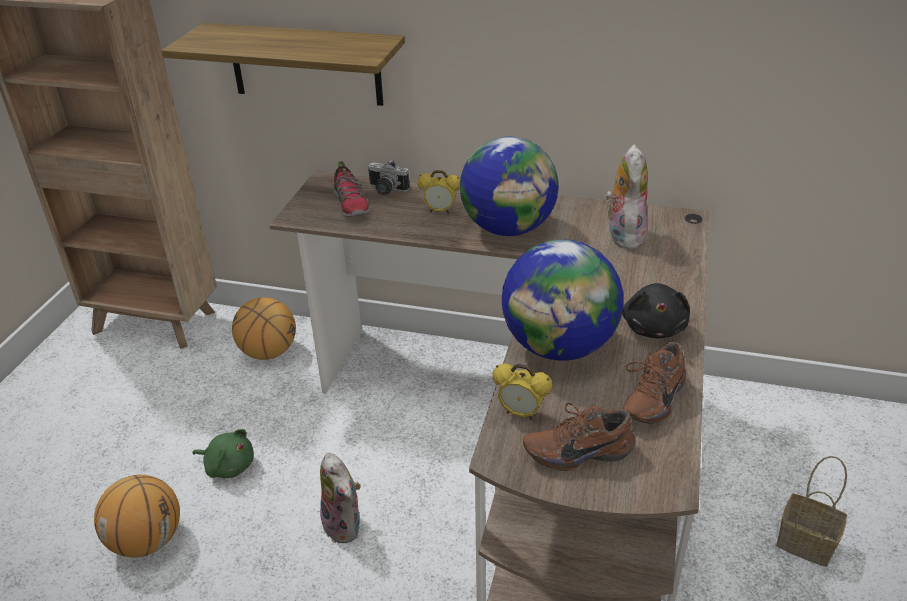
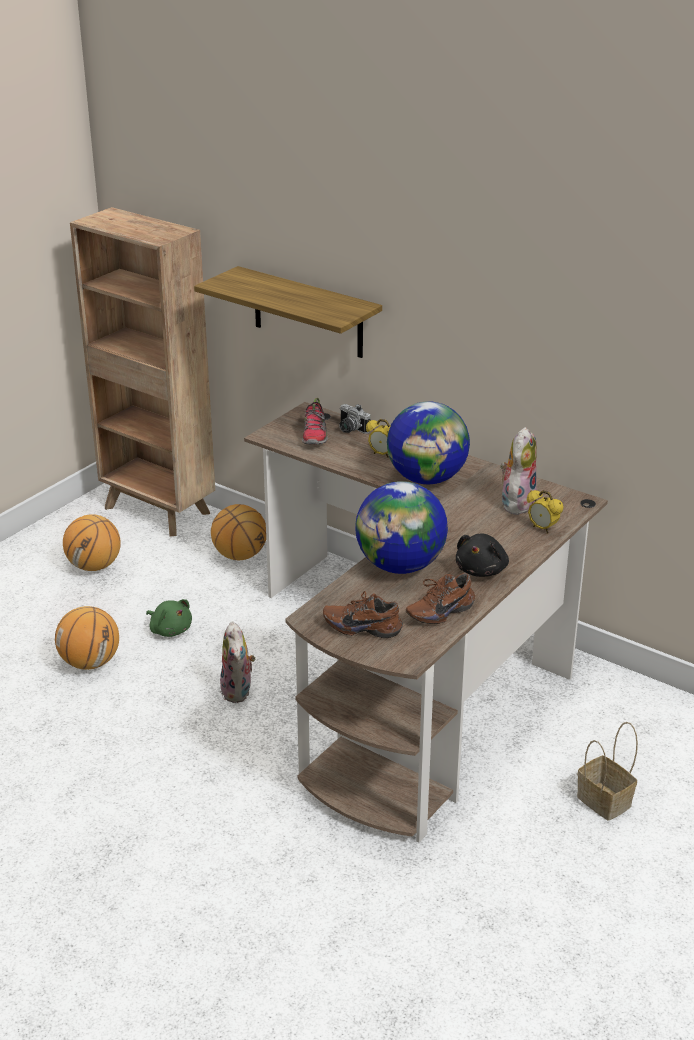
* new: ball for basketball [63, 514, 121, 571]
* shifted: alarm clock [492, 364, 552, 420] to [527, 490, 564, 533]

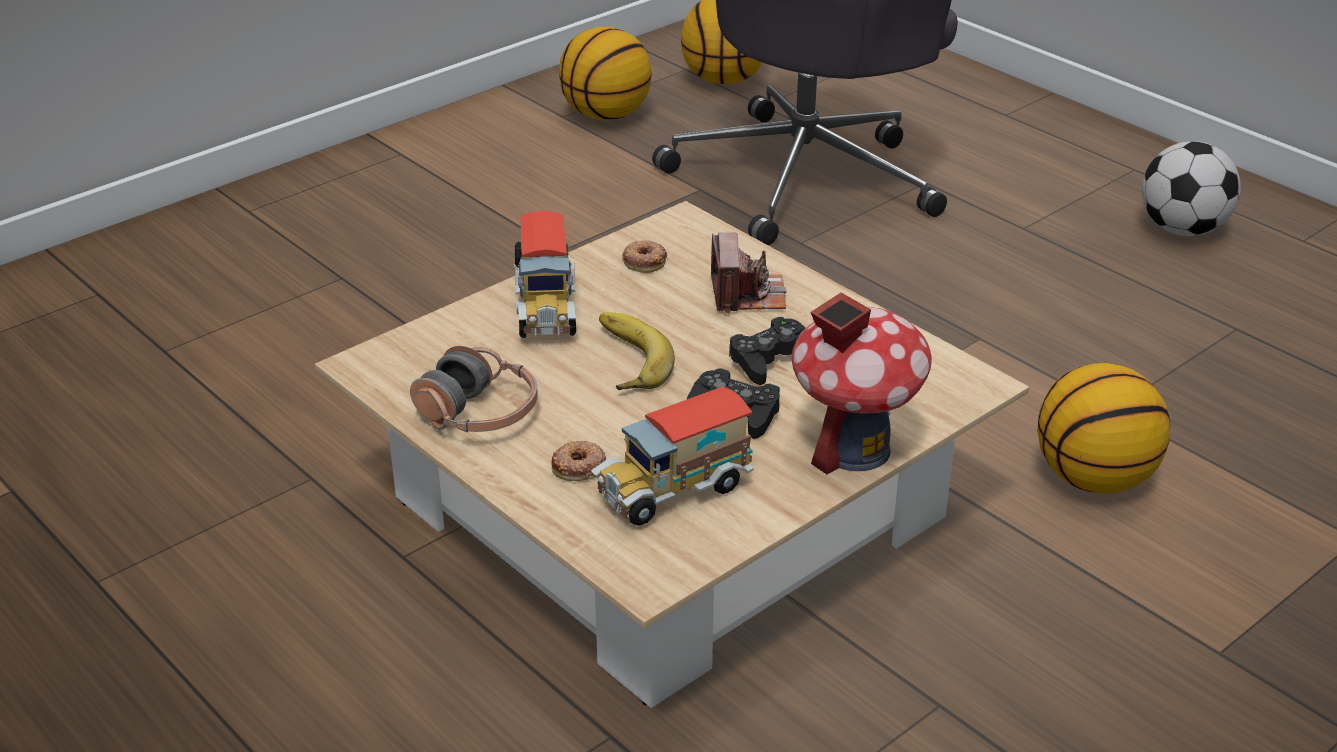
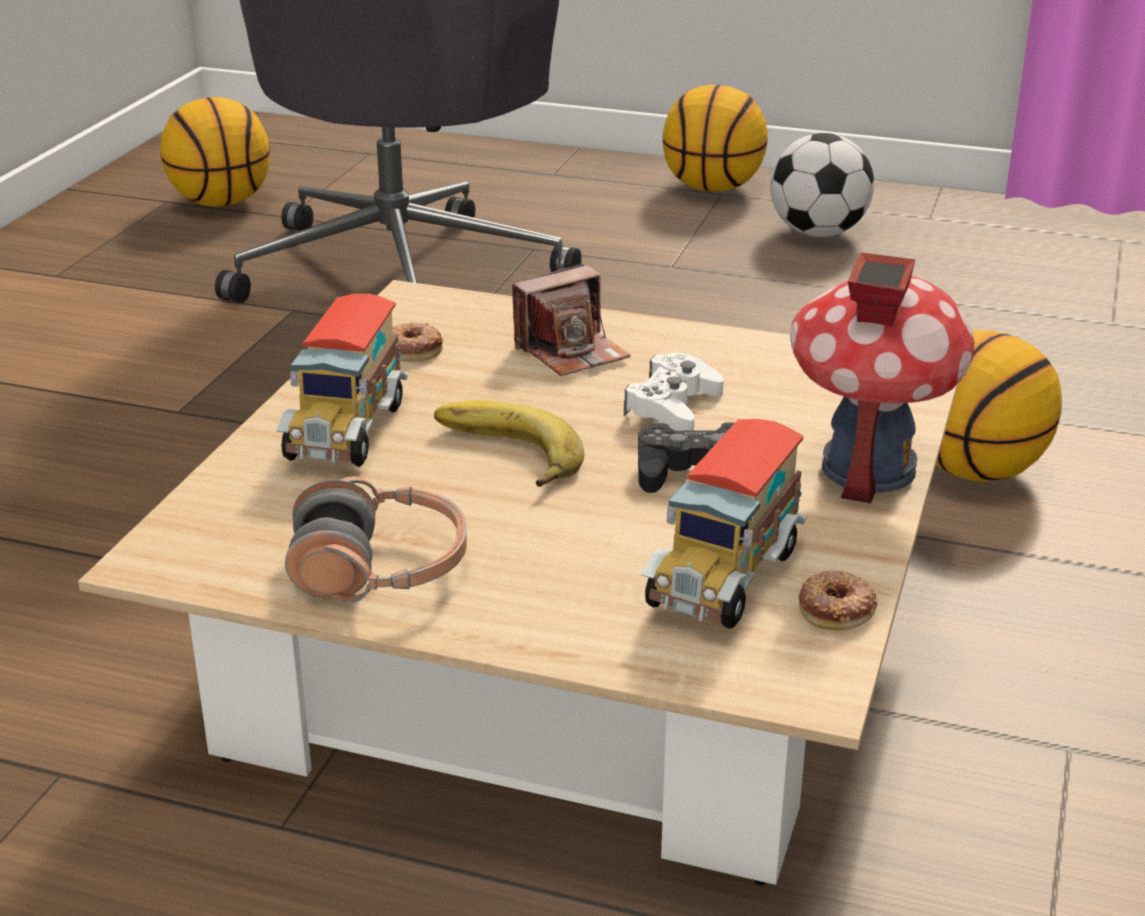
* rotated: model truck [514, 211, 576, 339] = [276, 294, 408, 467] 45 degrees clockwise
* rotated: still camera [711, 232, 786, 313] = [512, 264, 631, 376] 90 degrees clockwise
* repainted: game controller (blackish) [729, 317, 806, 385] to game controller (white) [624, 353, 724, 431]
* shifted: ball for basketball [559, 27, 652, 120] to [663, 85, 768, 191]
* shifted: doughnut [552, 441, 606, 481] to [799, 570, 878, 630]

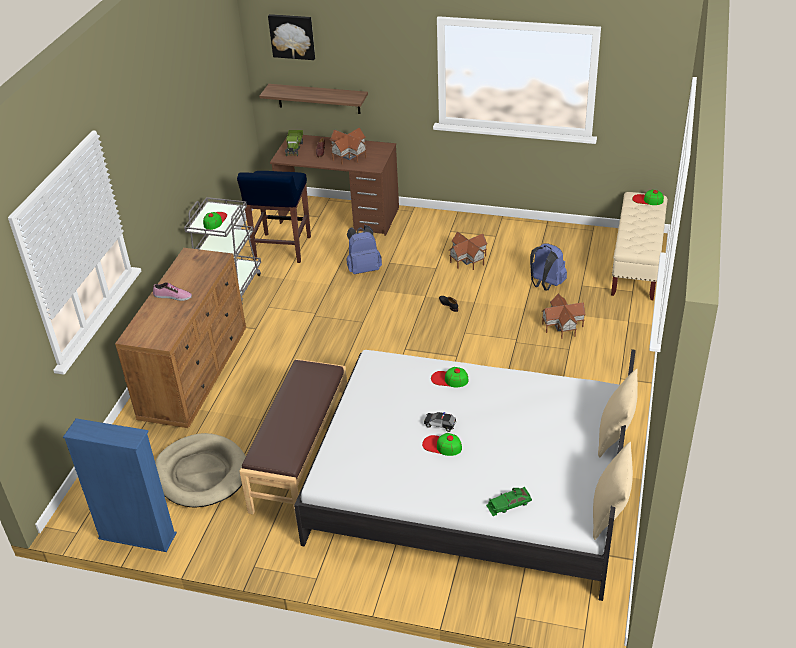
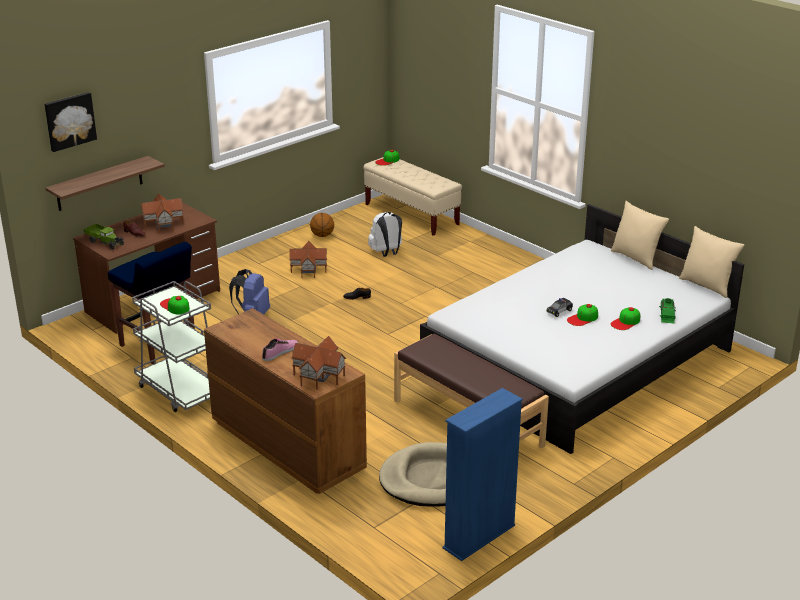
* shifted: miniature house [542, 294, 586, 339] to [291, 336, 346, 390]
* new: ball for basketball [310, 213, 334, 237]
* repainted: knapsack (bluish) [530, 243, 567, 290] to knapsack (white) [368, 212, 402, 257]
* shifted: cap [431, 367, 468, 387] to [611, 307, 640, 330]

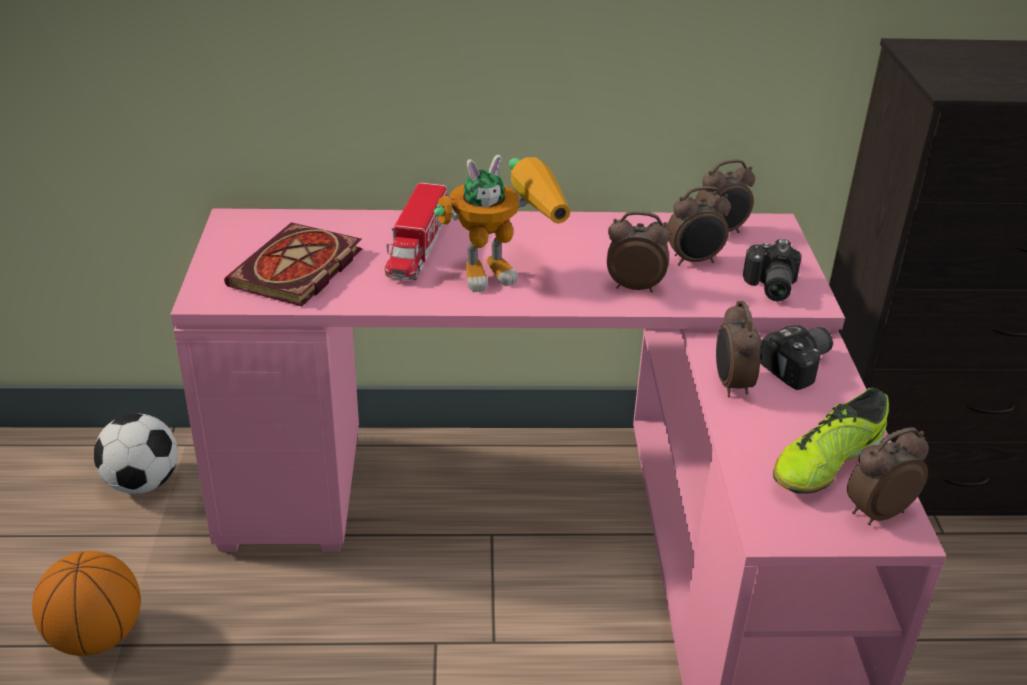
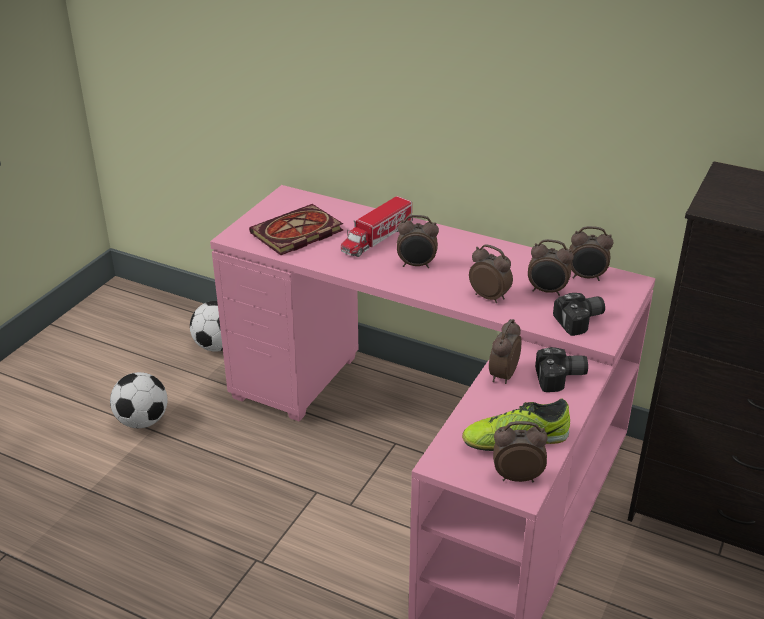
* swapped: ball for basketball [32, 551, 141, 656] to ball for football [110, 372, 168, 428]
* swapped: model robot [434, 155, 570, 292] to alarm clock [397, 215, 439, 268]
* rotated: still camera [743, 239, 801, 301] = [553, 293, 605, 336] 150 degrees counterclockwise

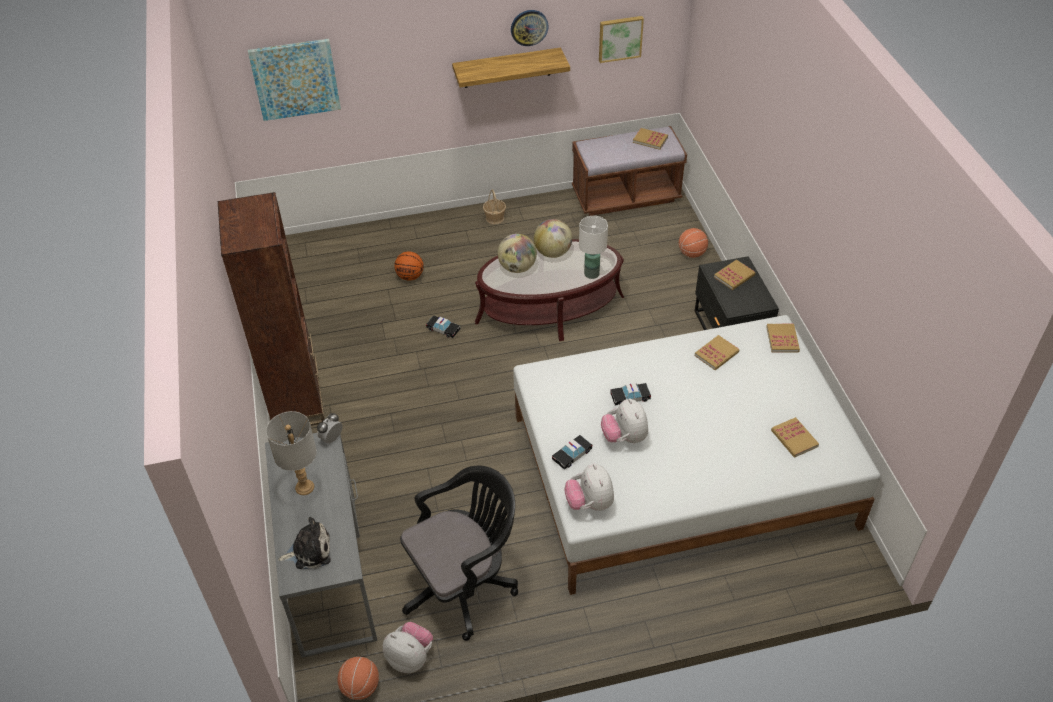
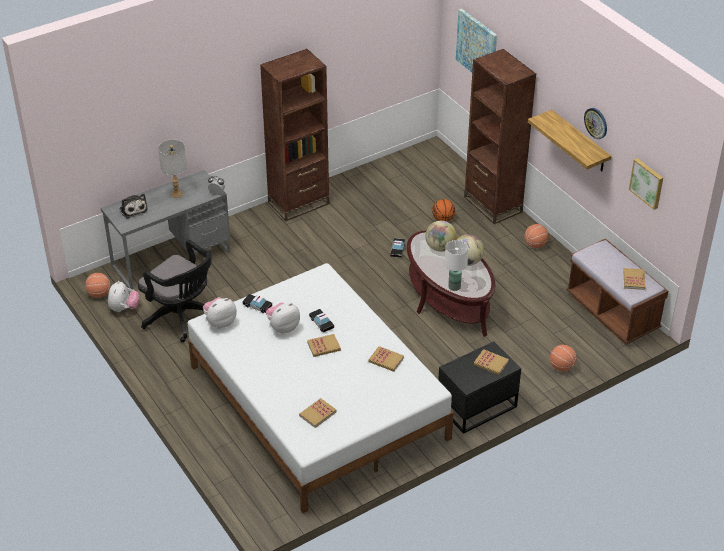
* shifted: book [766, 324, 800, 353] to [307, 334, 341, 357]
* new: bookshelf (brown) [464, 49, 536, 224]
* swapped: storage basket [483, 189, 506, 224] to ball for basketball [524, 224, 549, 248]

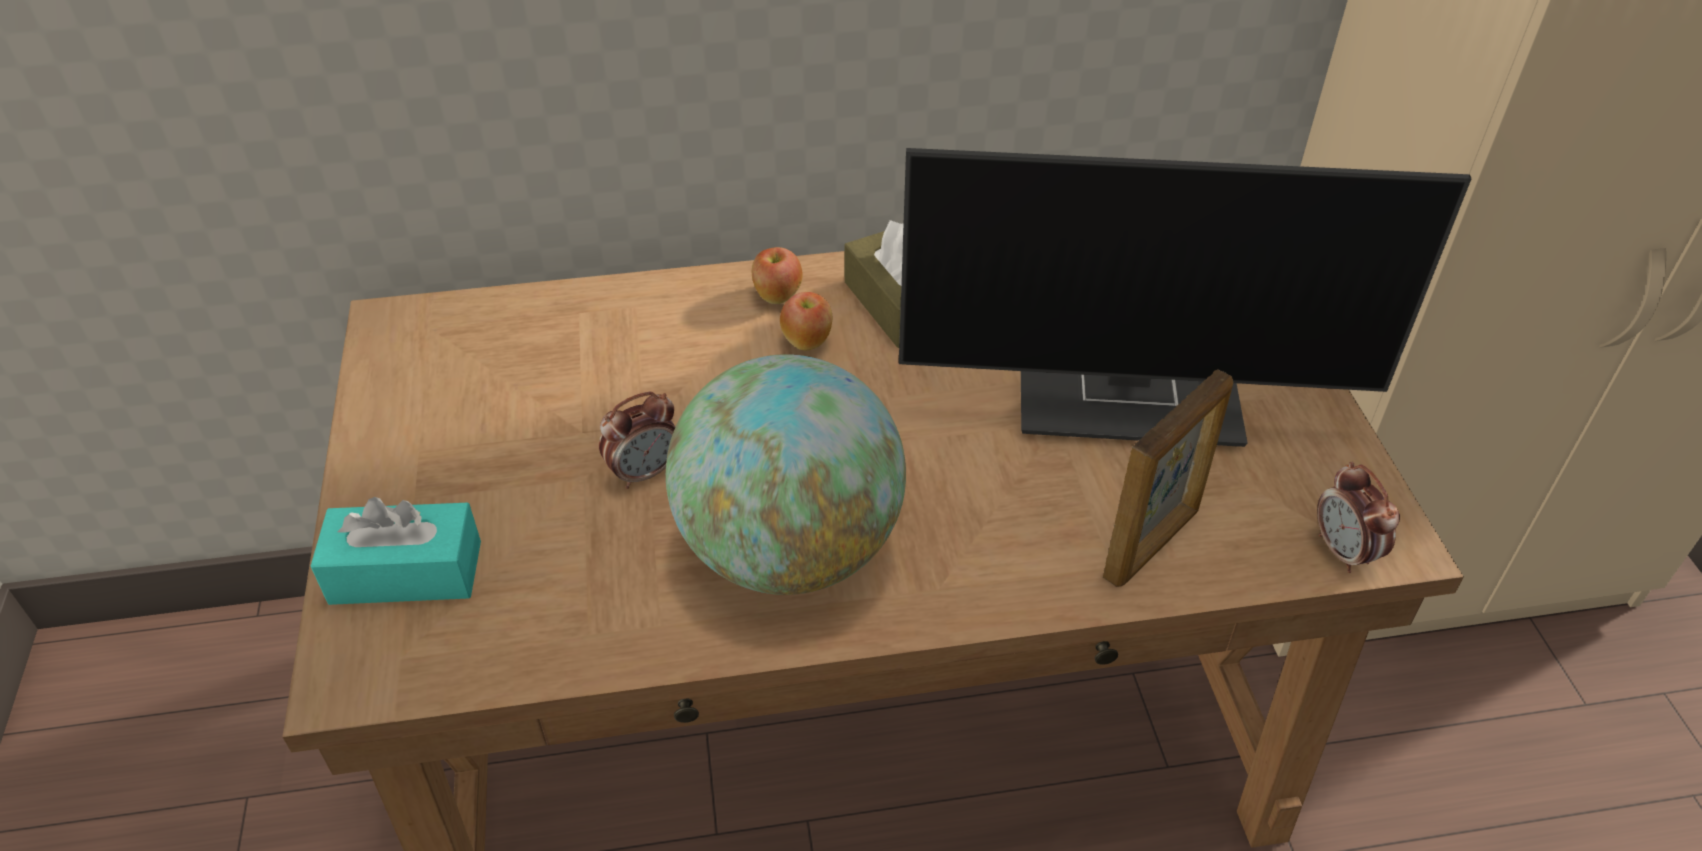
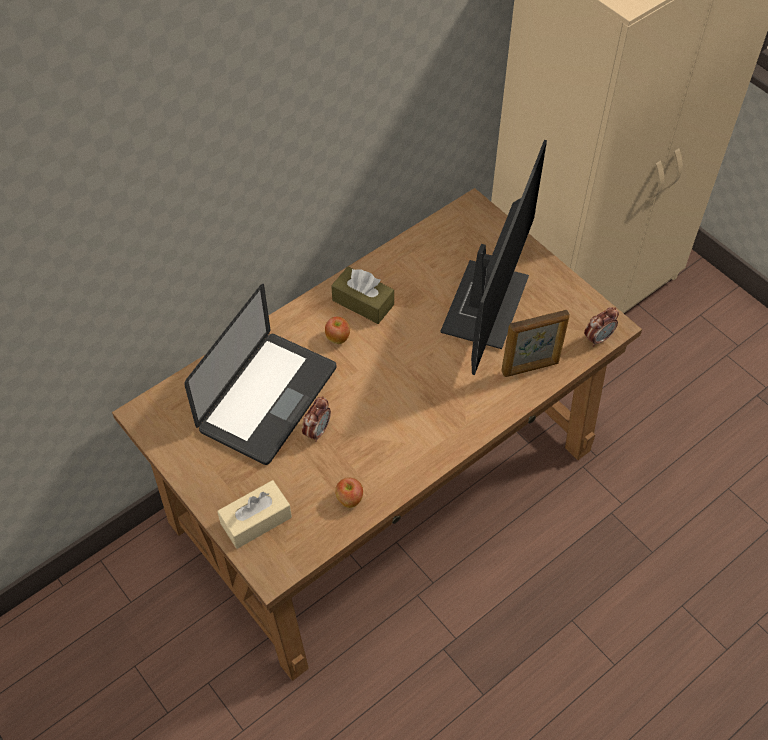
* new: notebook computer [184, 284, 336, 465]
* repainted: tissue box (turquoise-coloured) [311, 497, 481, 605] to tissue box (beige-coloured) [217, 480, 292, 549]
* shifted: whole apple [752, 247, 803, 304] to [335, 477, 363, 508]
* rotated: computer screen [899, 148, 1472, 447] = [440, 140, 547, 375] 45 degrees counterclockwise
* rotated: photo frame [1103, 370, 1233, 587] = [501, 310, 570, 377] 60 degrees clockwise
* rotated: alarm clock [1317, 462, 1400, 573] = [584, 307, 619, 347] 75 degrees counterclockwise
* gone: globe [666, 354, 906, 595]

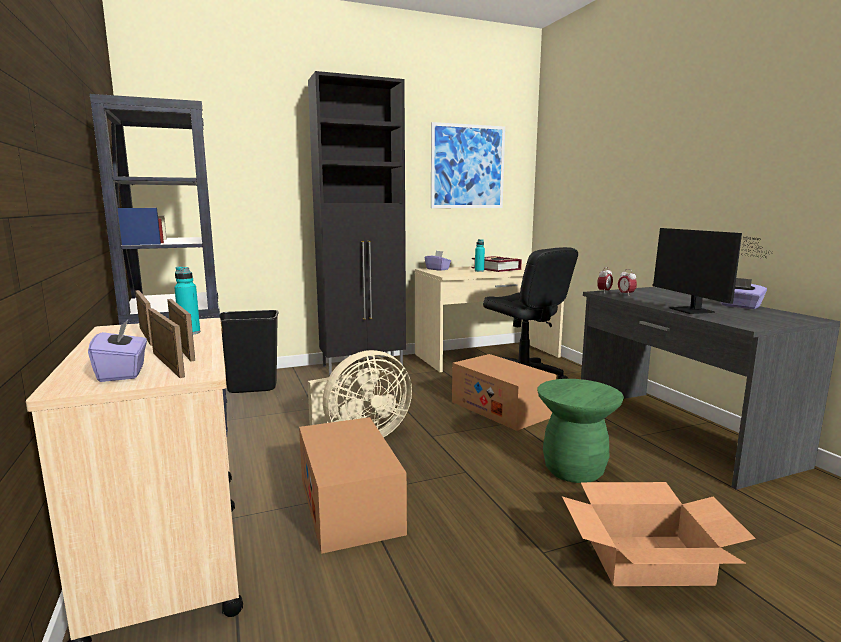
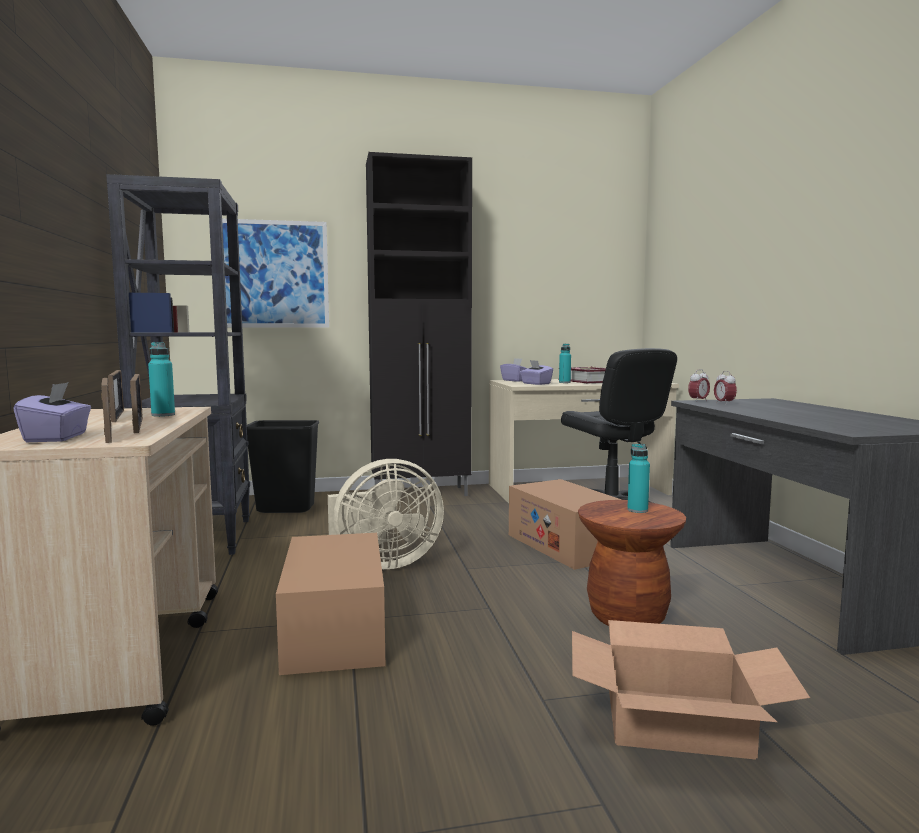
* shifted: wall picture [431, 122, 505, 208] to [222, 219, 329, 328]
* shifted: tissue box (purple-coloured) [721, 278, 767, 309] to [520, 360, 553, 385]
* repainted: sitting stool (greenish) [538, 379, 624, 483] to sitting stool (brown) [578, 500, 686, 626]
* new: beverage bottle (turquoise-coloured) [627, 444, 650, 513]
* gone: computer screen [653, 228, 774, 314]

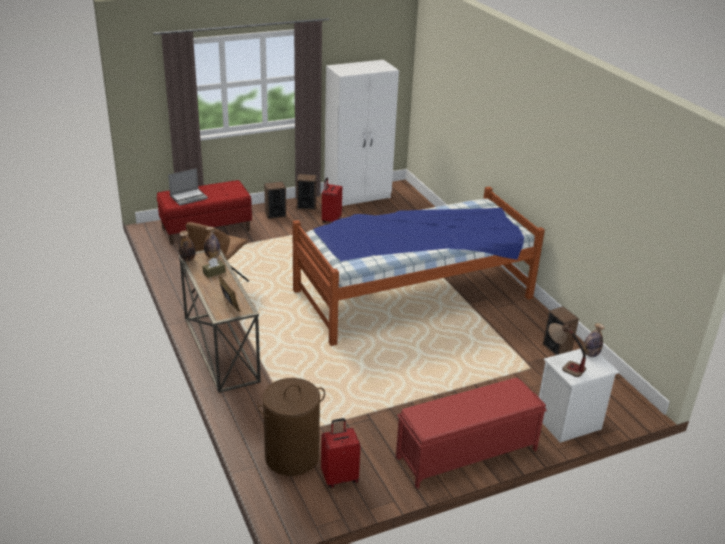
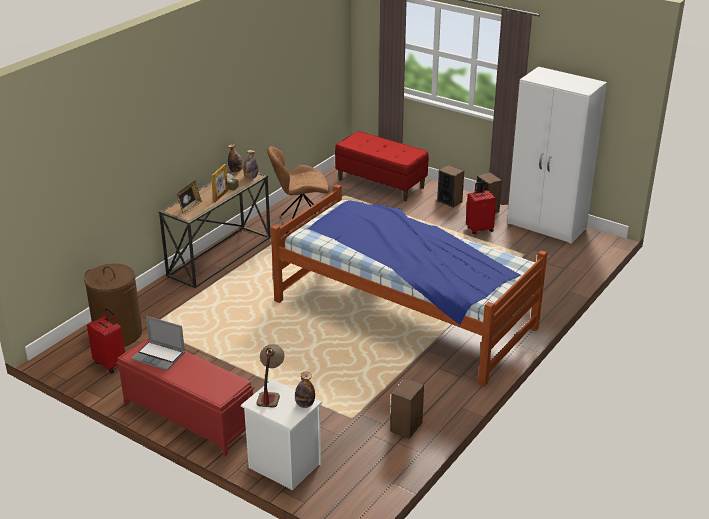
* shifted: notebook computer [168, 168, 208, 206] to [131, 316, 185, 370]
* new: photo frame [211, 164, 228, 203]

